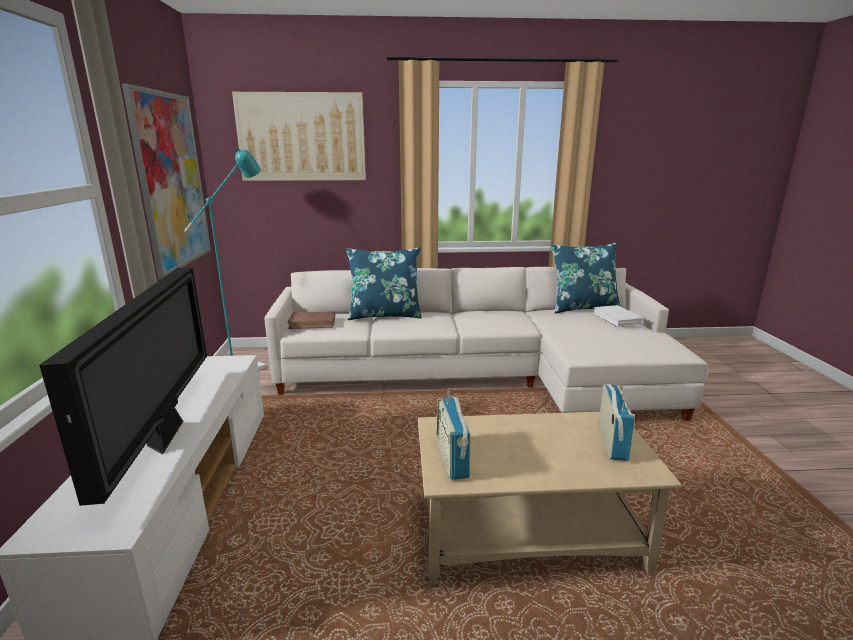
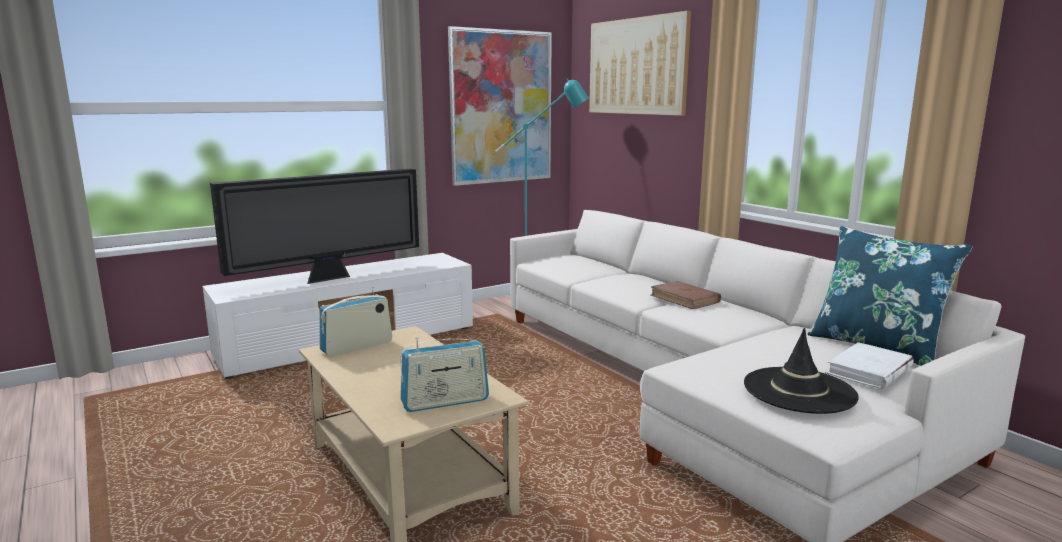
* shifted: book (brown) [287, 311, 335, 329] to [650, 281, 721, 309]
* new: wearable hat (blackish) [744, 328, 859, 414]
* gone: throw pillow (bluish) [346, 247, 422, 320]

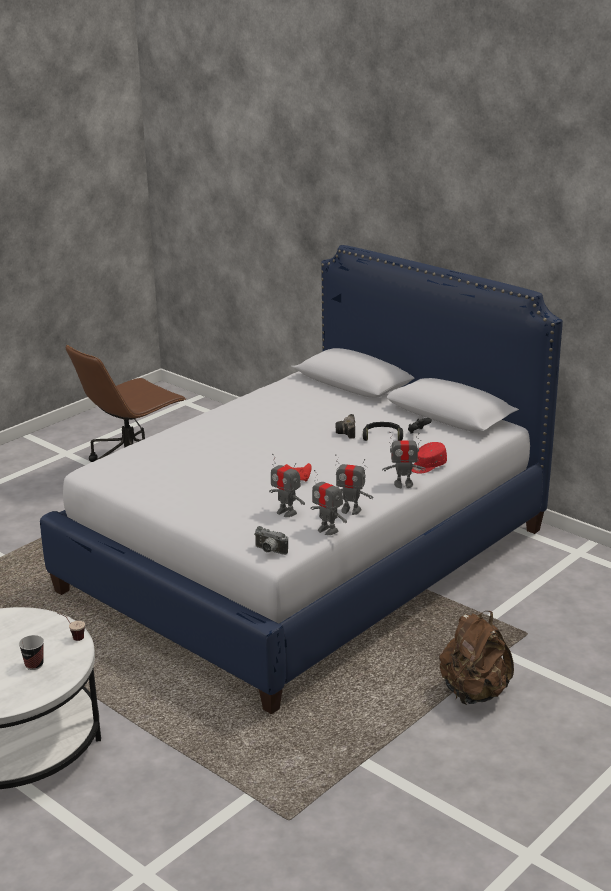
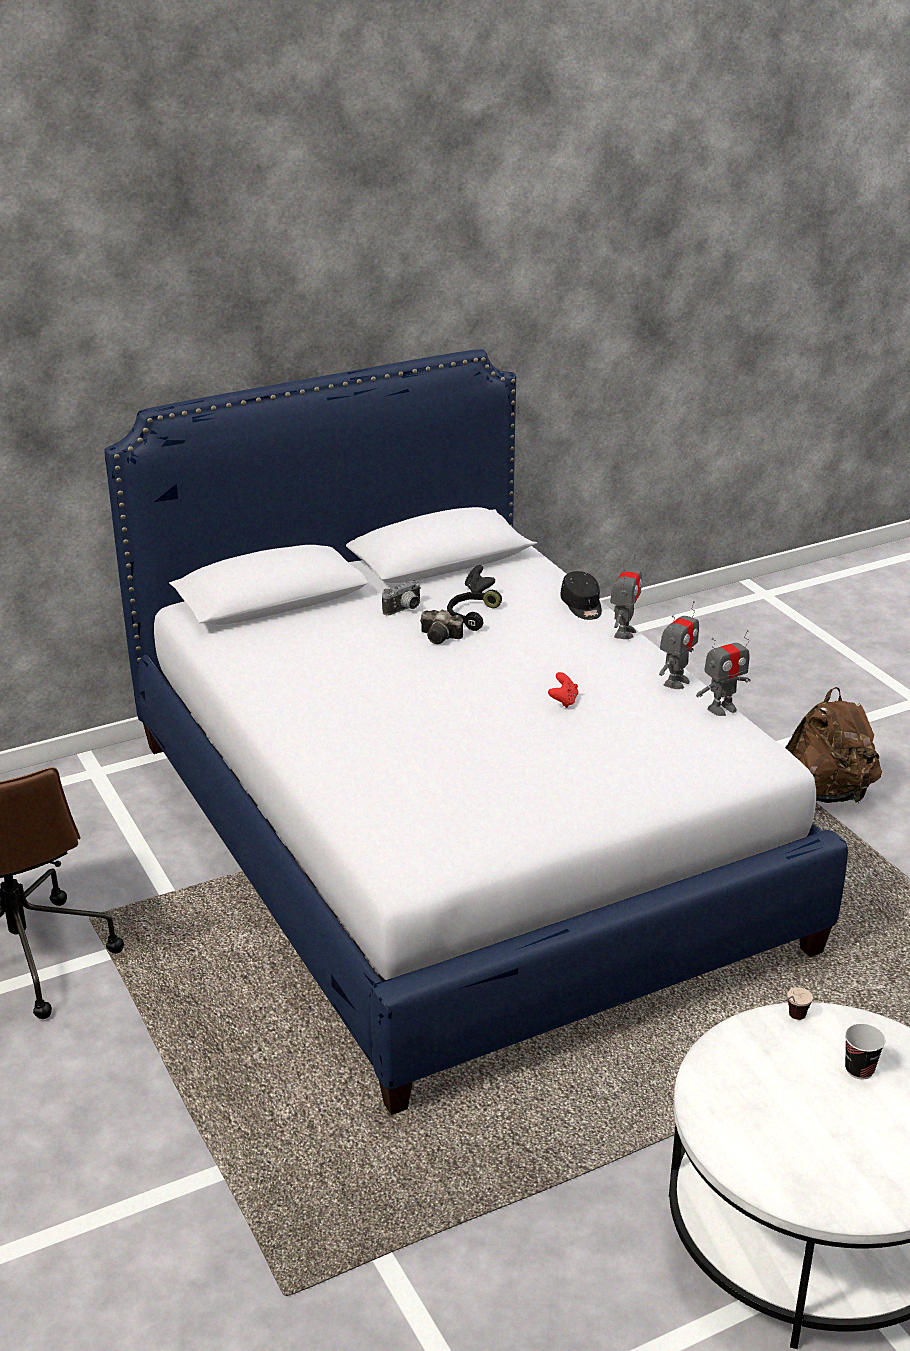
* shifted: still camera [254, 526, 288, 555] to [382, 580, 421, 616]
* repainted: cap (red) [411, 442, 447, 474] to cap (blackish) [560, 571, 602, 620]
* gone: model robot [269, 454, 305, 517]

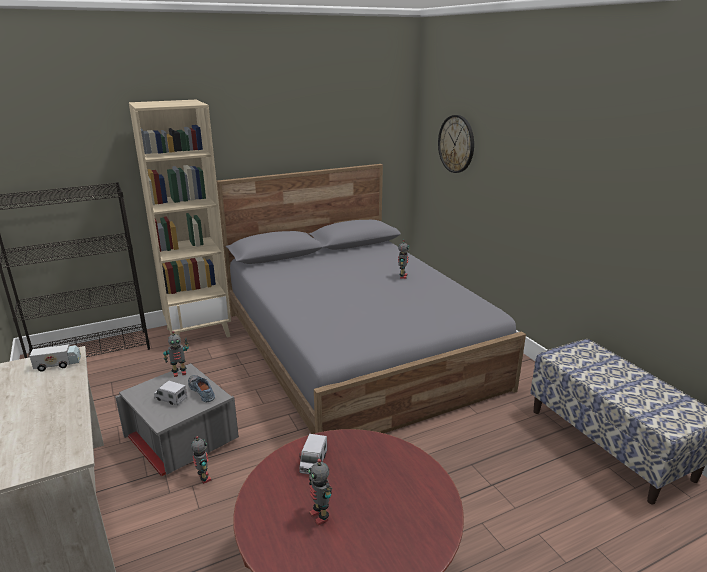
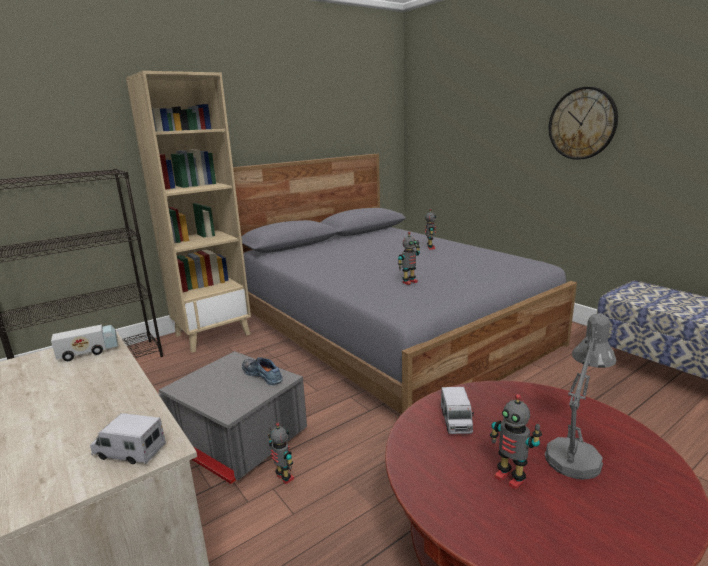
* shifted: model truck [154, 381, 187, 406] to [90, 413, 166, 464]
* shifted: model robot [163, 331, 189, 377] to [398, 232, 420, 285]
* new: tabletop lamp (grey) [544, 313, 616, 480]
* shifted: hanging clock [438, 115, 474, 173] to [549, 87, 618, 160]

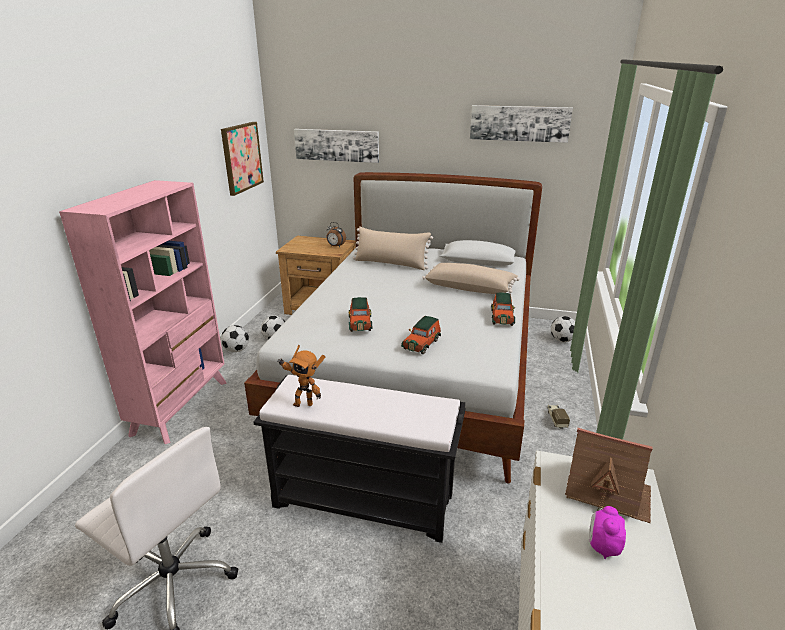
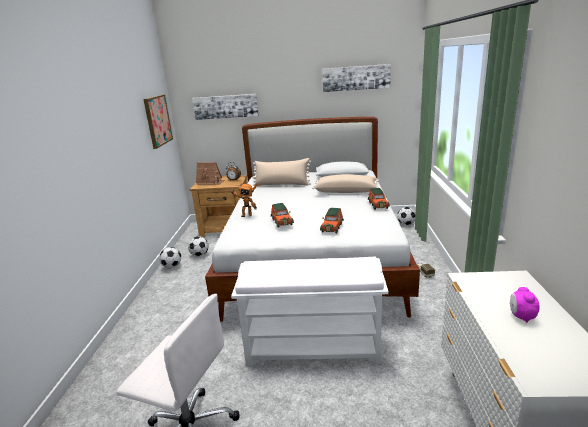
* shifted: miniature house [565, 428, 653, 523] to [196, 162, 225, 185]
* shifted: model robot [278, 345, 325, 407] to [231, 184, 257, 217]
* repainted: long seat (blackish) [254, 375, 465, 543] to long seat (white) [231, 257, 389, 366]
* gone: bookshelf (pinkish) [59, 180, 227, 444]

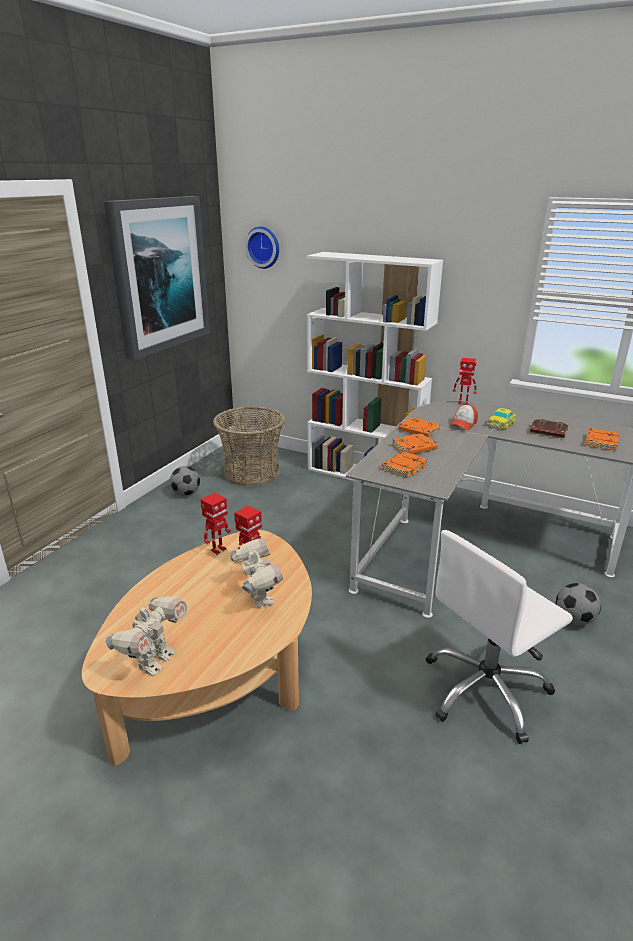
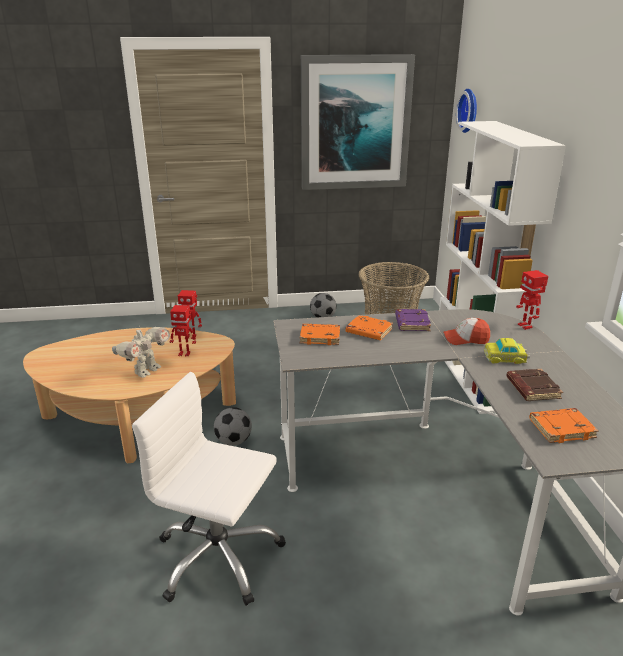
* shifted: ball for football [556, 583, 601, 625] to [214, 407, 252, 446]
* repainted: book (orangey) [398, 417, 441, 437] to book (purple-coloured) [395, 309, 431, 331]
* gone: model robot [106, 596, 187, 676]

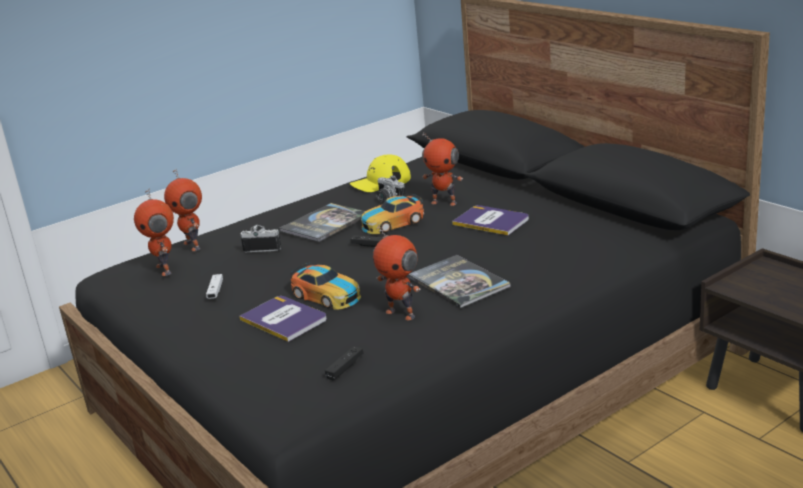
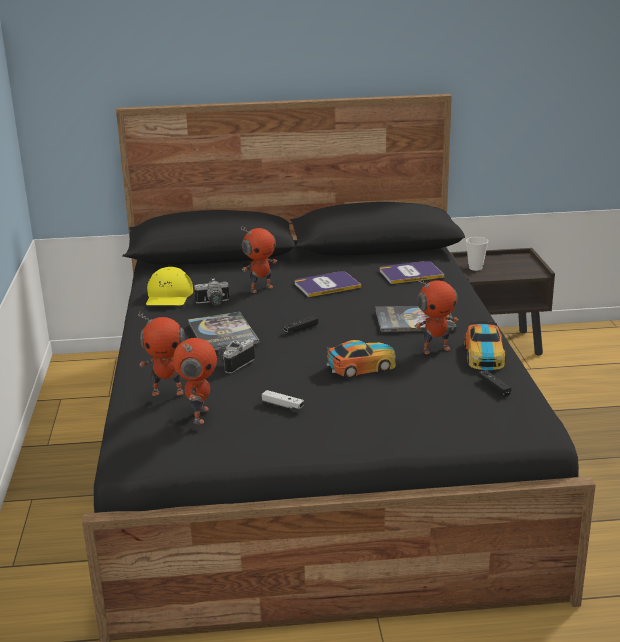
* rotated: model robot [134, 188, 174, 276] = [173, 338, 217, 424] 90 degrees counterclockwise
* shifted: book [239, 296, 327, 342] to [380, 261, 444, 284]
* shifted: miniature car [361, 194, 424, 234] to [464, 321, 506, 370]
* new: drinking cup [466, 237, 488, 271]

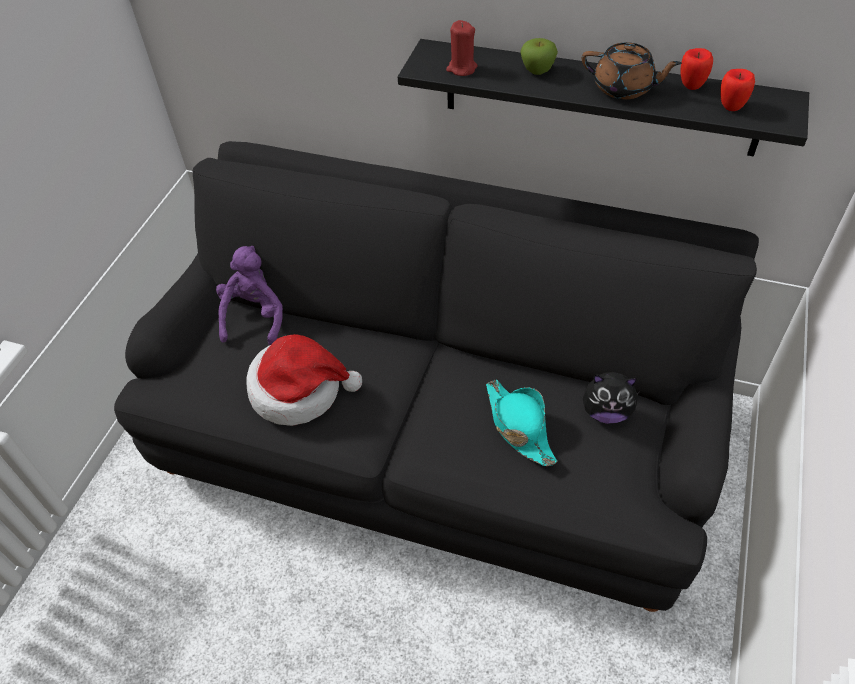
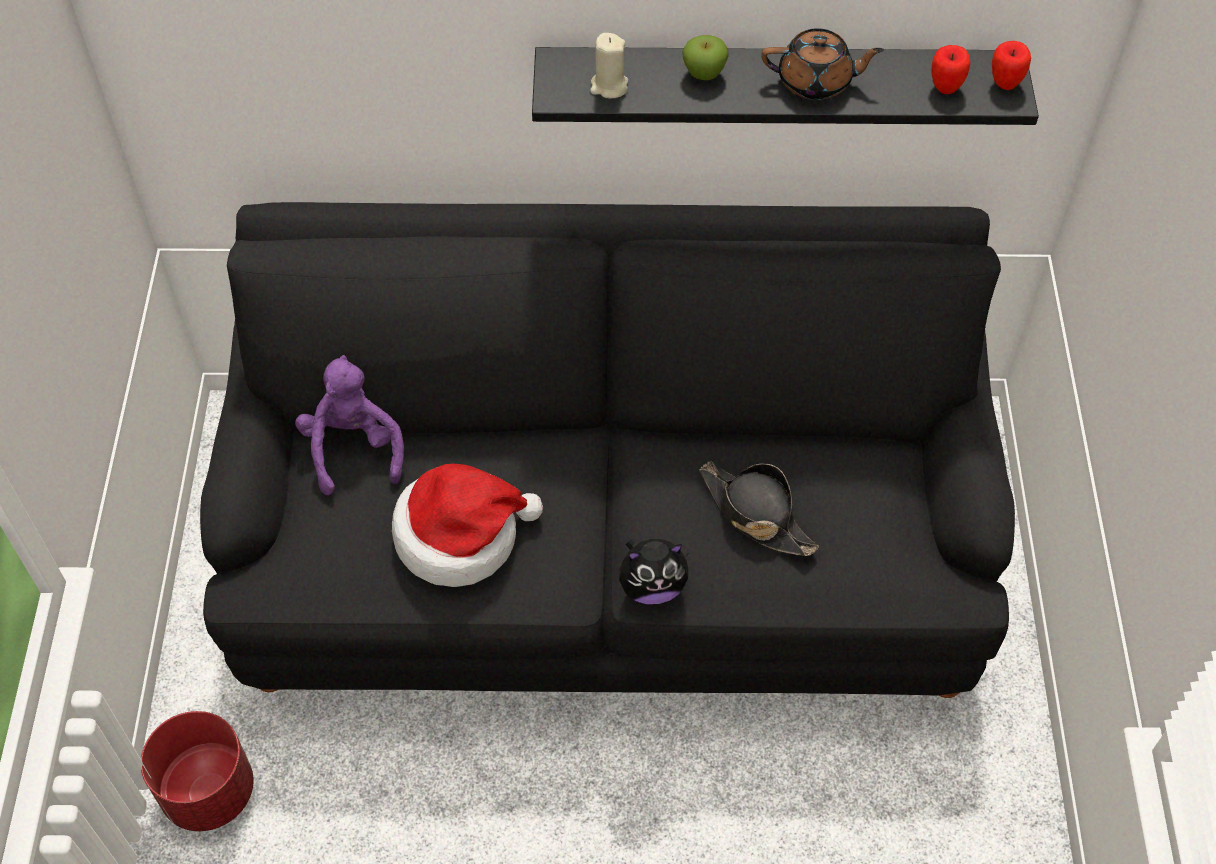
* new: planter (red) [141, 711, 254, 831]
* repainted: wax light (red) [446, 20, 478, 76] to wax light (beige-coloured) [590, 33, 628, 99]
* shifted: cuddly toy [583, 372, 640, 424] to [619, 539, 689, 604]
* repainted: wearable hat (turquoise-coloured) [486, 380, 557, 466] to wearable hat (blackish) [699, 461, 819, 556]
* shifted: whole apple [680, 48, 713, 90] to [992, 41, 1031, 90]

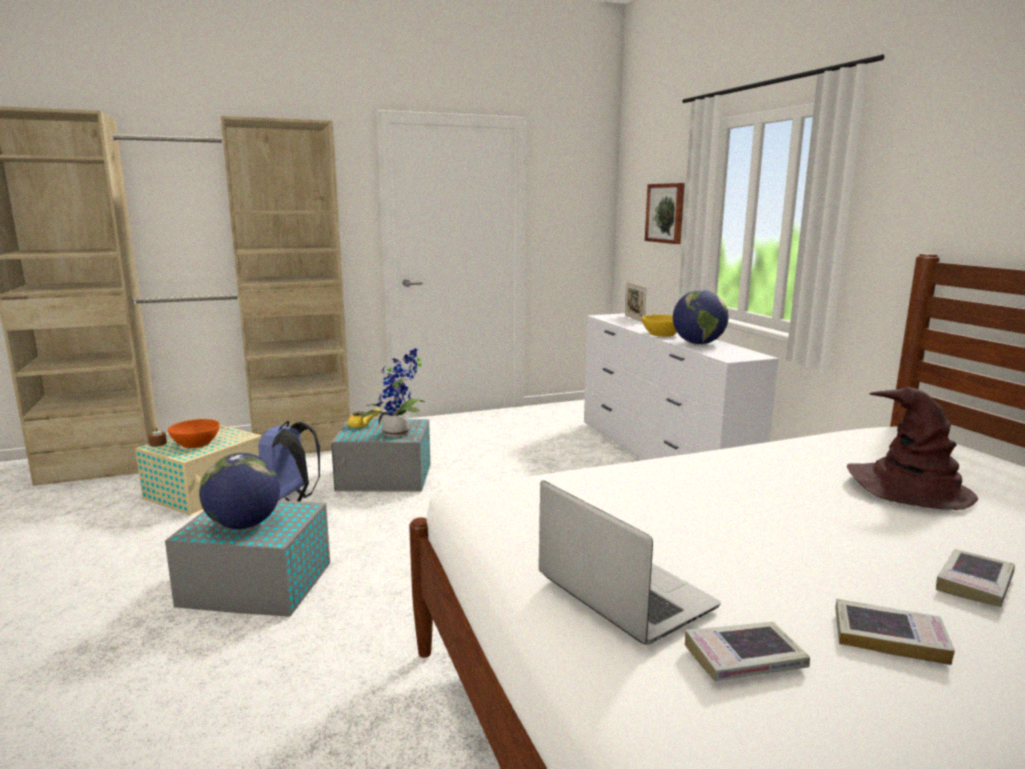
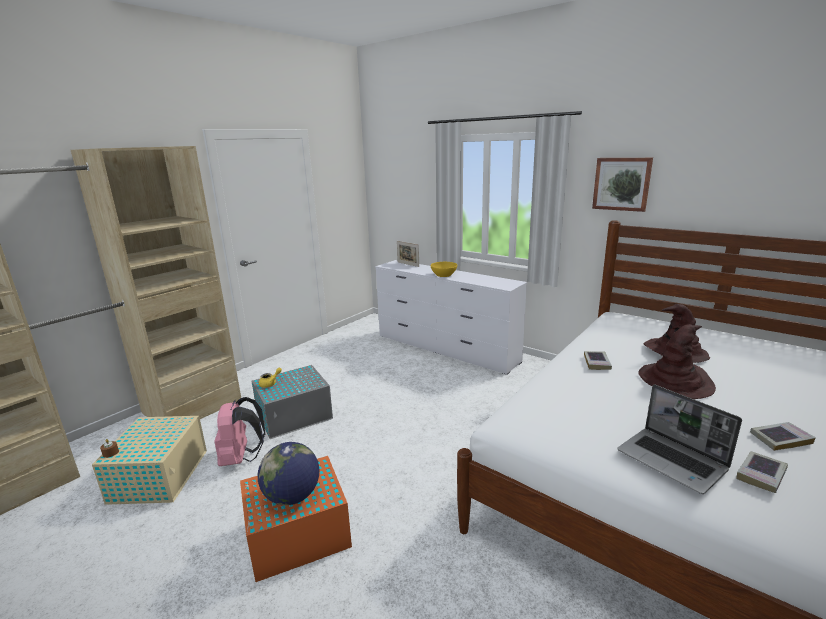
* repainted: knapsack (bluish) [258, 421, 320, 501] to knapsack (pinkish) [214, 397, 265, 466]
* repainted: storage bin (grey) [165, 500, 330, 617] to storage bin (orangey) [240, 456, 352, 582]
* shifted: book [936, 549, 1015, 607] to [584, 351, 612, 370]
* shifted: wall picture [645, 183, 685, 244] to [592, 158, 653, 212]
* rotated: notebook computer [539, 480, 721, 644] = [617, 385, 742, 494] 150 degrees counterclockwise
* new: wearable hat (brown) [638, 324, 716, 399]
* gone: serving bowl (orangey) [168, 419, 220, 448]
* gone: houseplant [361, 348, 425, 437]
* gone: globe [673, 290, 729, 344]

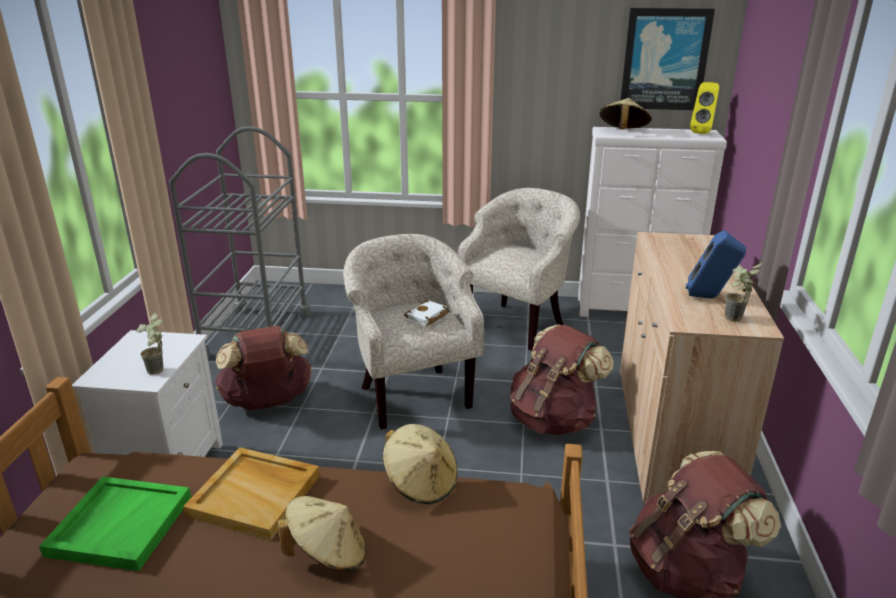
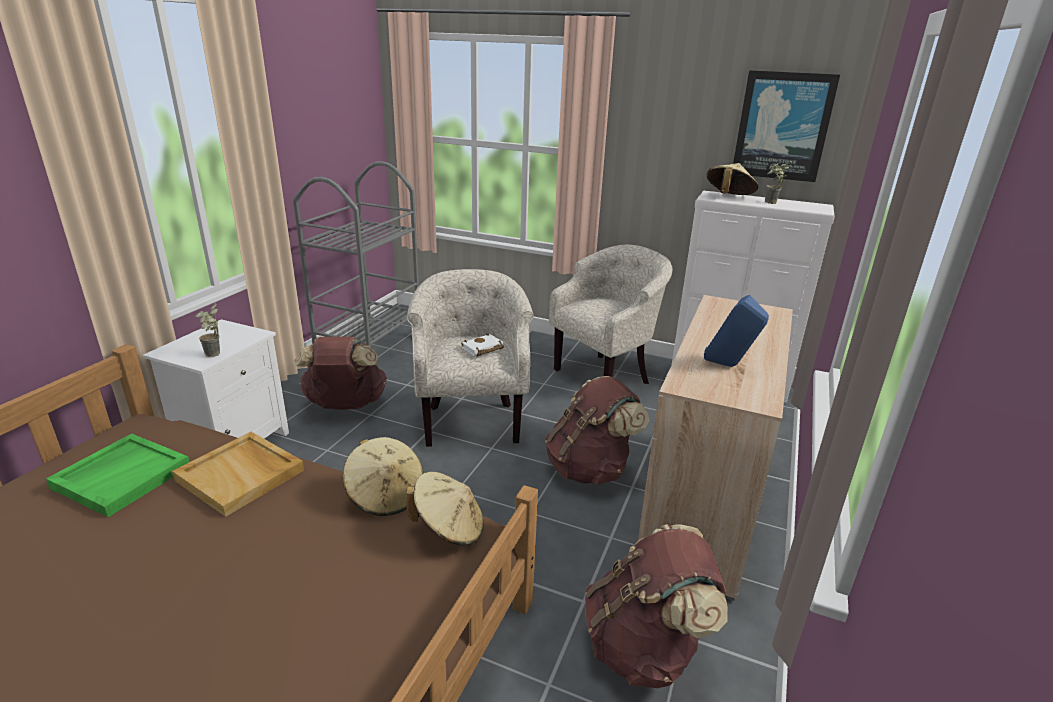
* shifted: wearable hat (beige-coloured) [278, 496, 366, 571] to [406, 472, 484, 546]
* shifted: houseplant [725, 263, 761, 322] to [765, 161, 791, 204]
* gone: audio speaker (yellowish) [690, 82, 719, 134]

